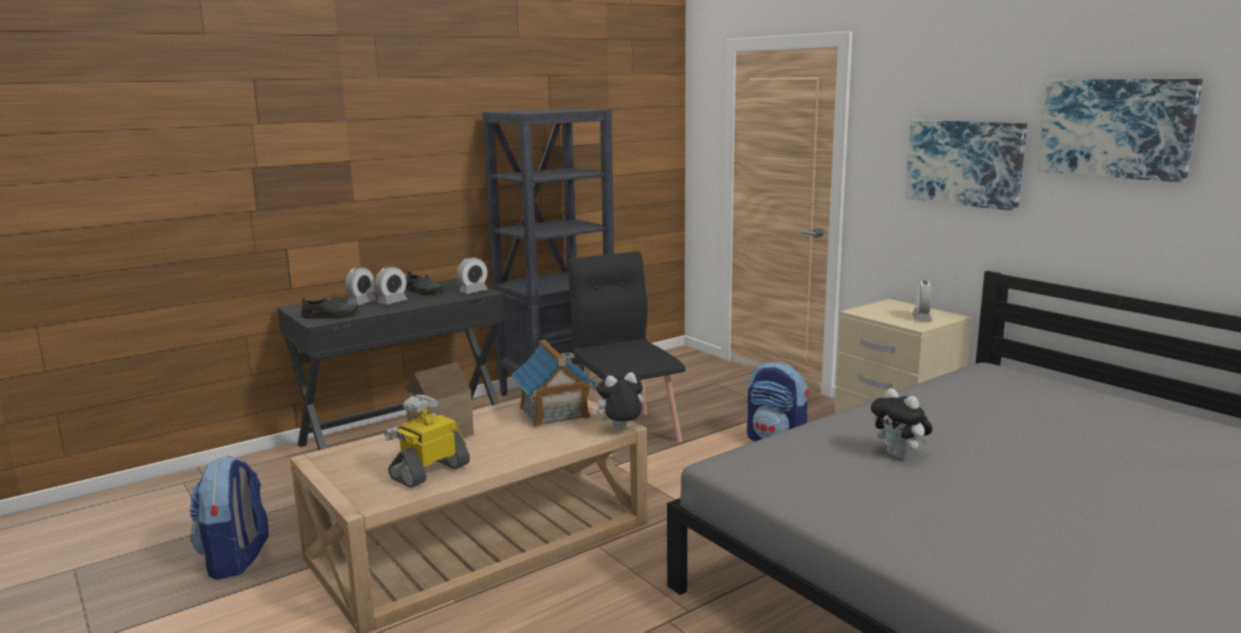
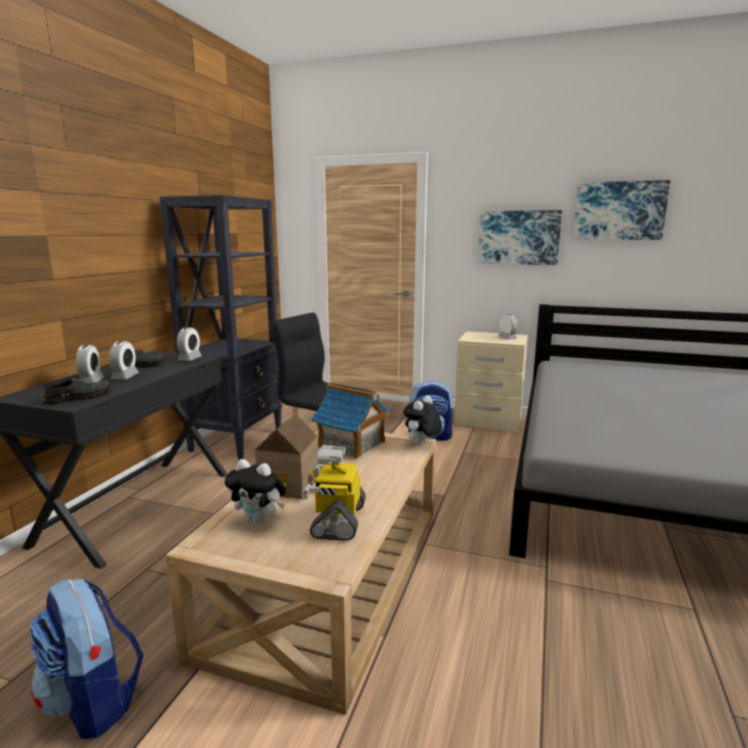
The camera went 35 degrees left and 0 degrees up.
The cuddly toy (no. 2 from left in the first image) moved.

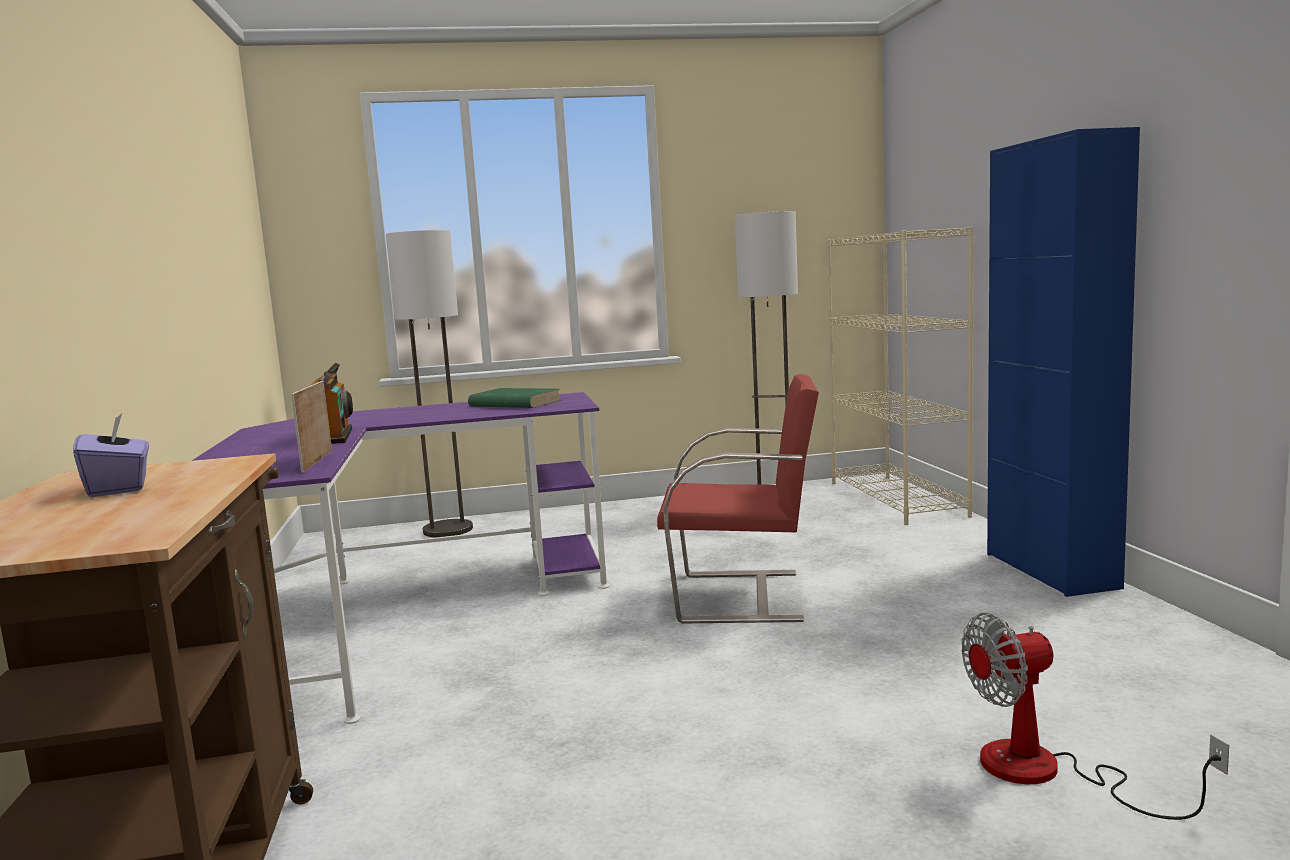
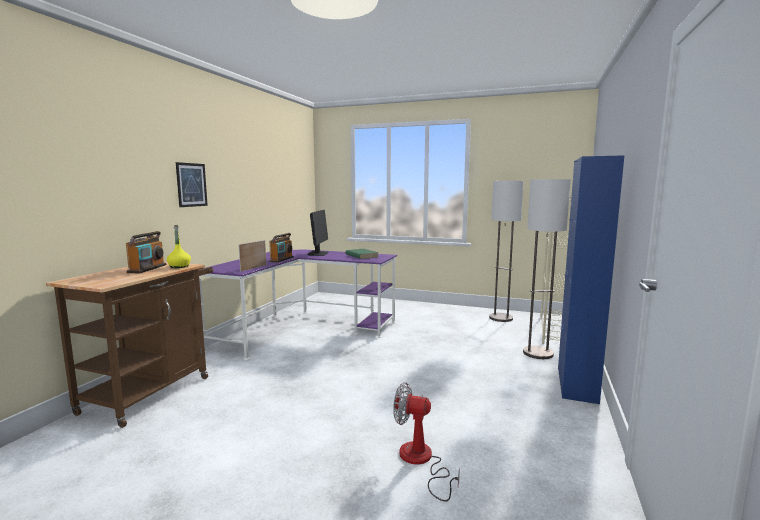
The camera went 30 degrees right and 0 degrees up.
The red-coloured plain chair disappeared.
The yellow drink bottle appeared.
The wall art appeared.
The computer screen appeared.
The floor lamp (no. 1 from left in the first image) moved.
The purplish box of tissues was replaced by the radio receiver (no. 1 from left).

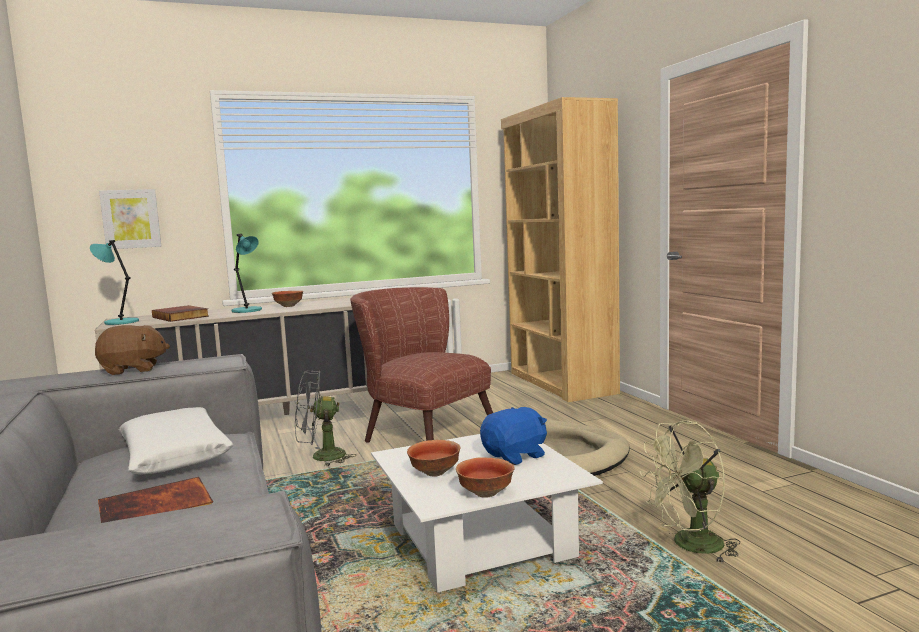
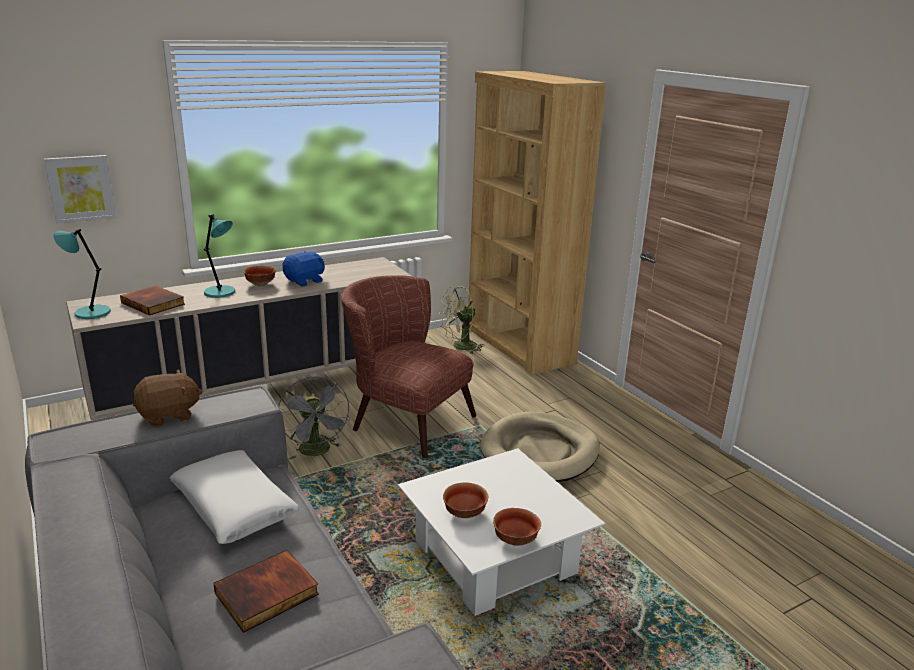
The camera went 10 degrees left and 15 degrees up.
The bluish cuddly toy moved.
The green-coloured cooling fan moved.
The grey cooling fan turned 90 degrees counterclockwise.

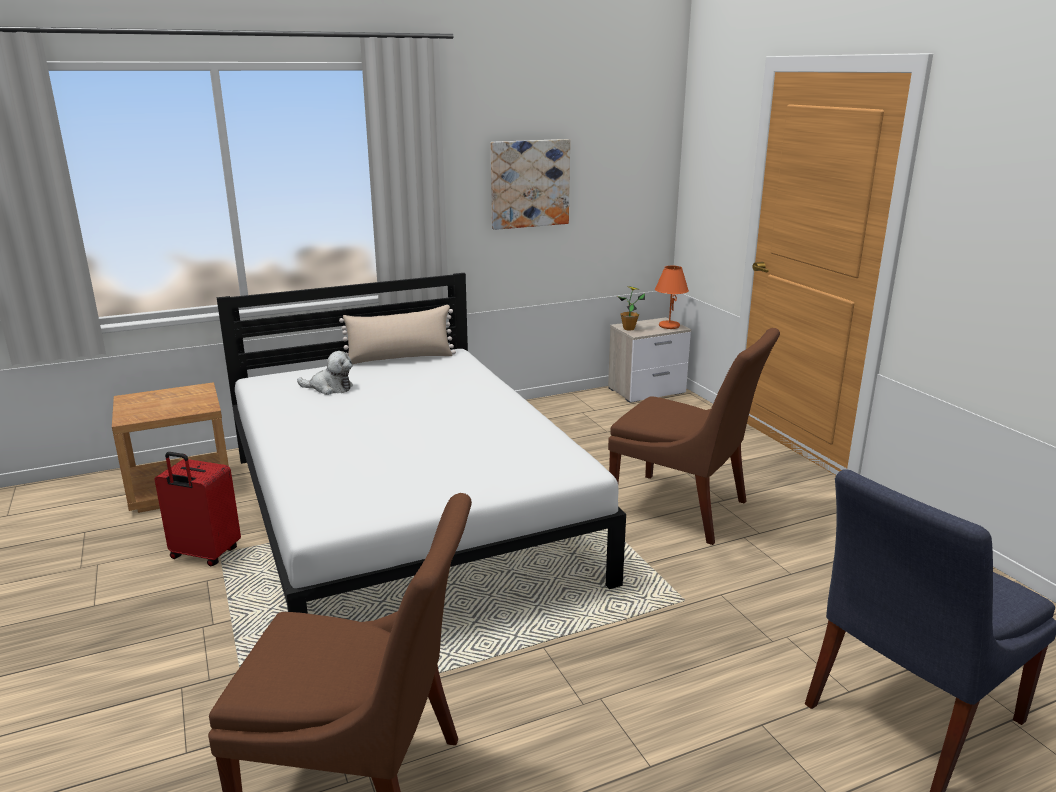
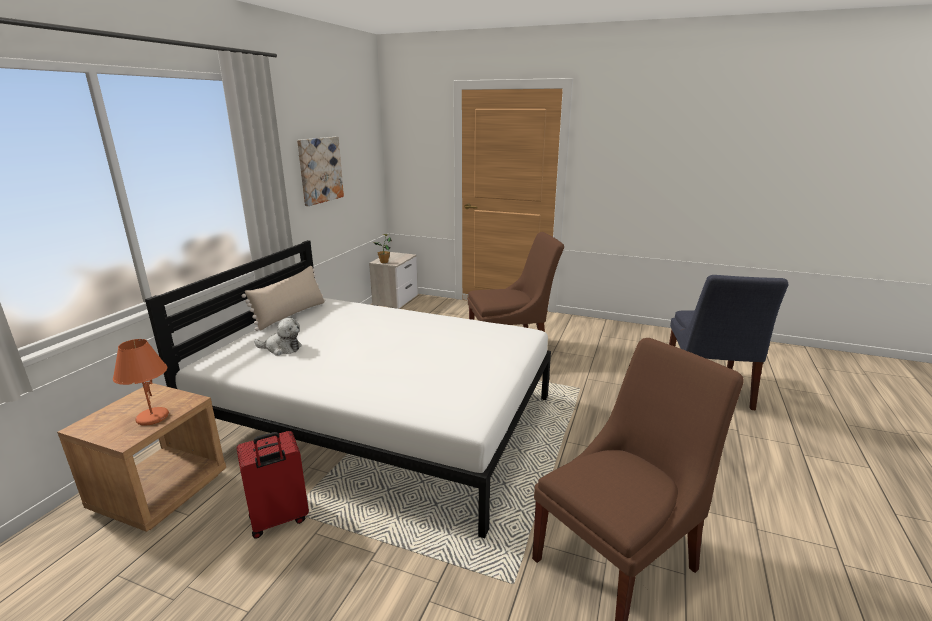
The camera went 45 degrees left and 0 degrees up.
The orange-coloured table lamp moved.
The cuddly toy turned 45 degrees clockwise.

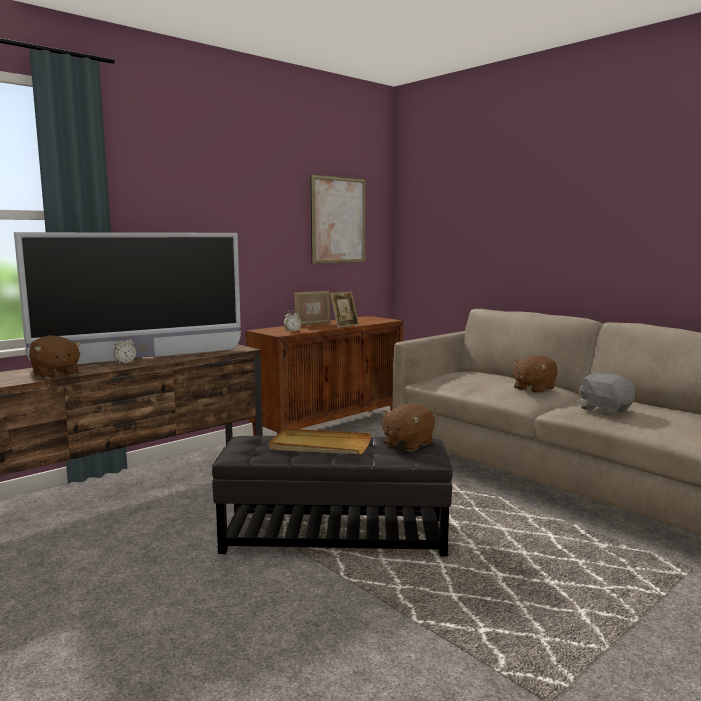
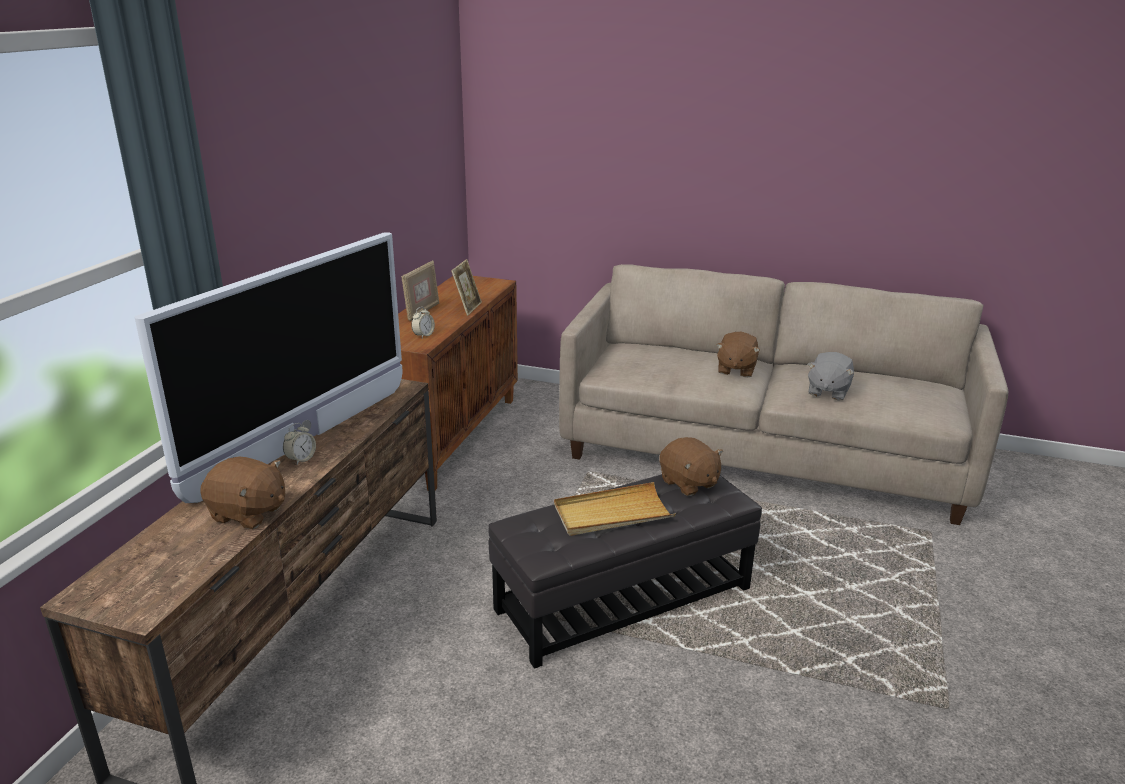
The camera went 30 degrees left and 15 degrees up.
The wall art disappeared.
The brownish cuddly toy (no. 2 from left) turned 45 degrees counterclockwise.
The grey cuddly toy turned 90 degrees counterclockwise.

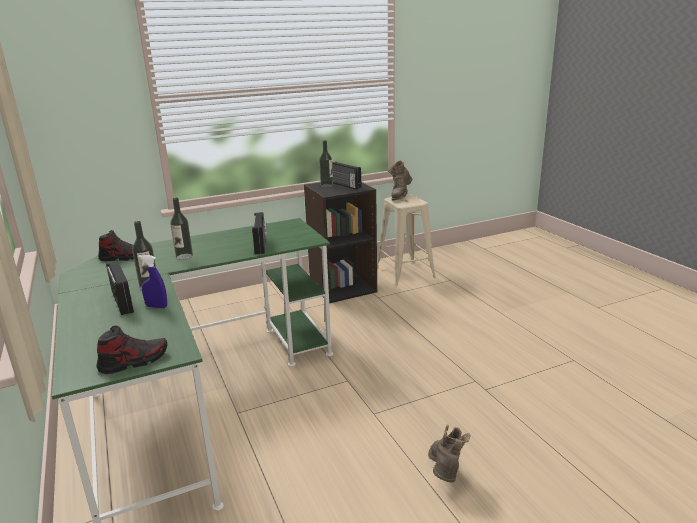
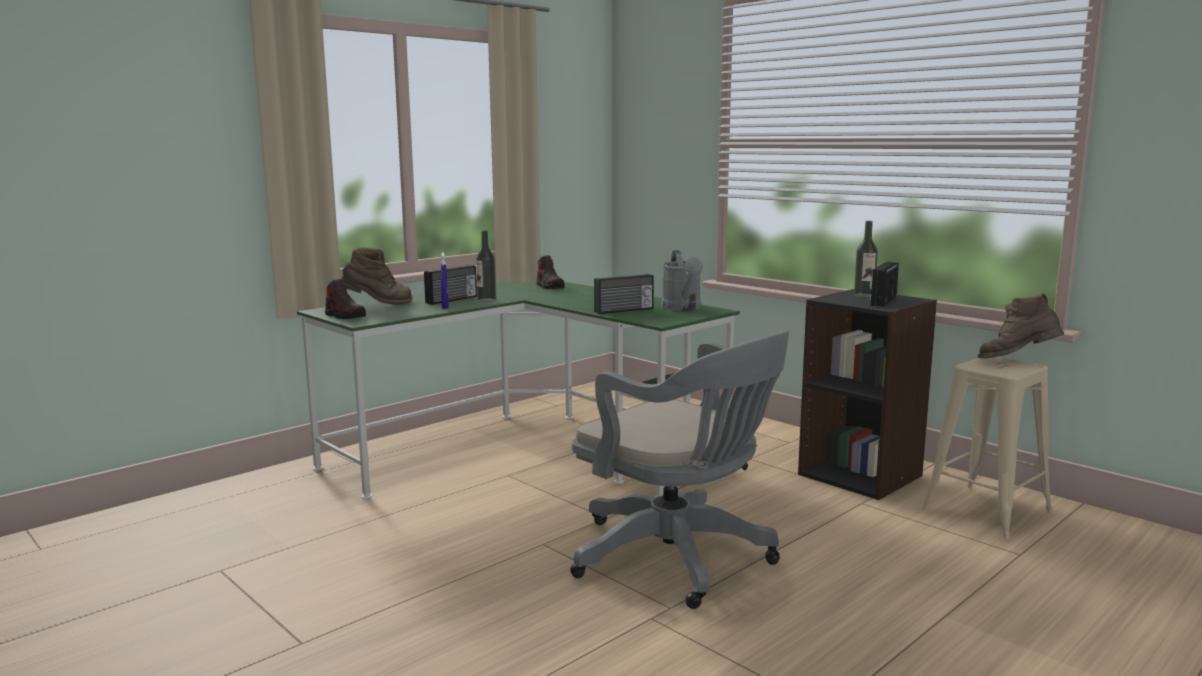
The camera went 70 degrees right and 10 degrees down.
The drink bottle (no. 2 from left) disappeared.
The grey desk chair appeared.
The grey watering can appeared.
The brownish boot (no. 2 from left in the first image) moved.

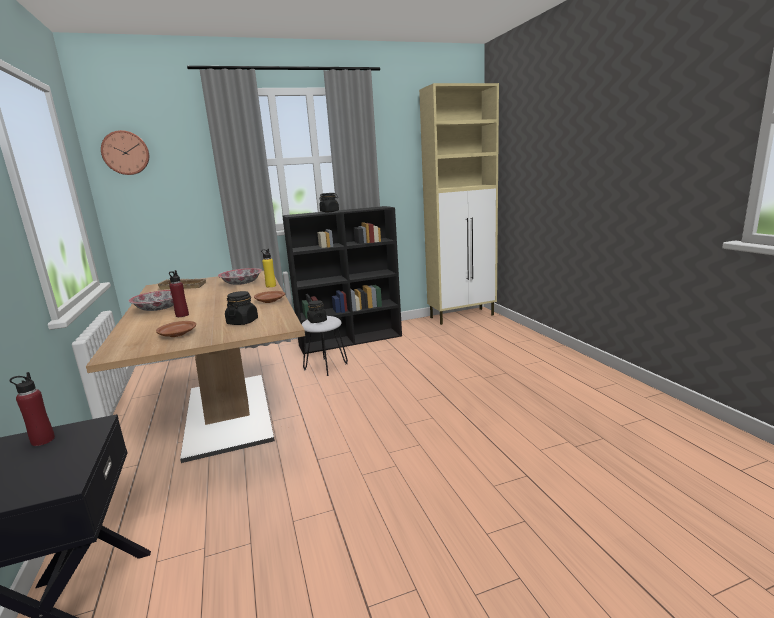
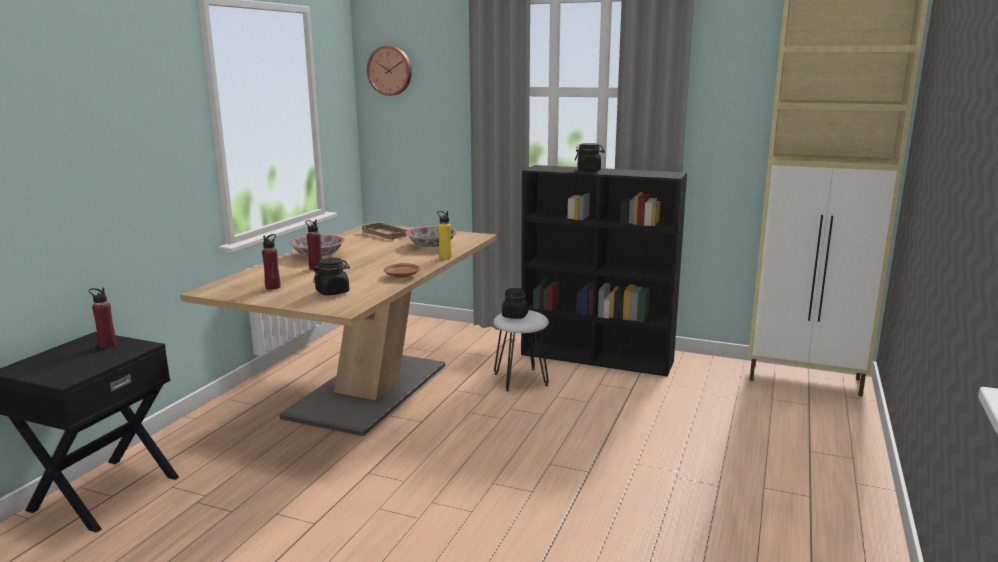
The camera went 40 degrees right and 0 degrees up.
The brownish flat dish (no. 1 from left) was replaced by the red-coloured drink bottle (no. 2 from left).

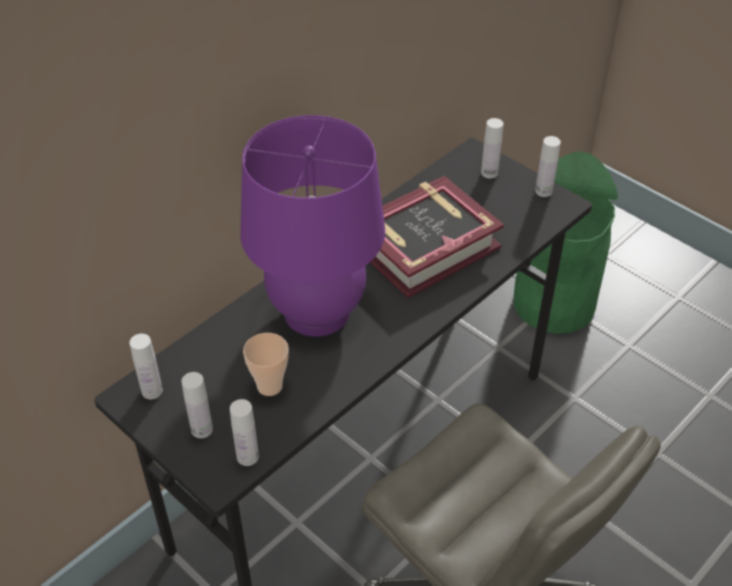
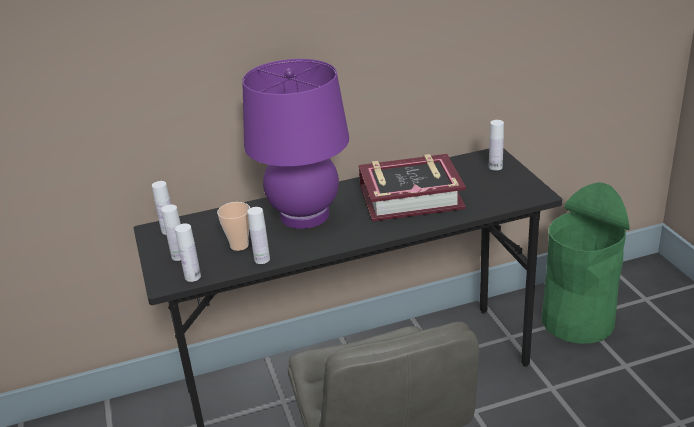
The camera went 30 degrees right and 15 degrees down.
The white drink bottle (no. 5 from left in the first image) moved.

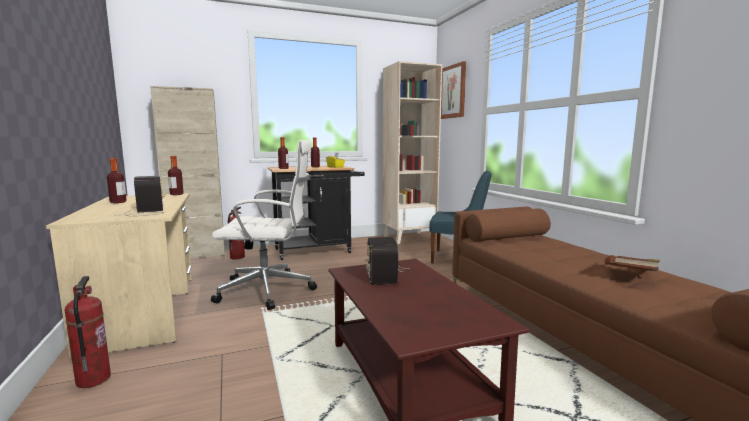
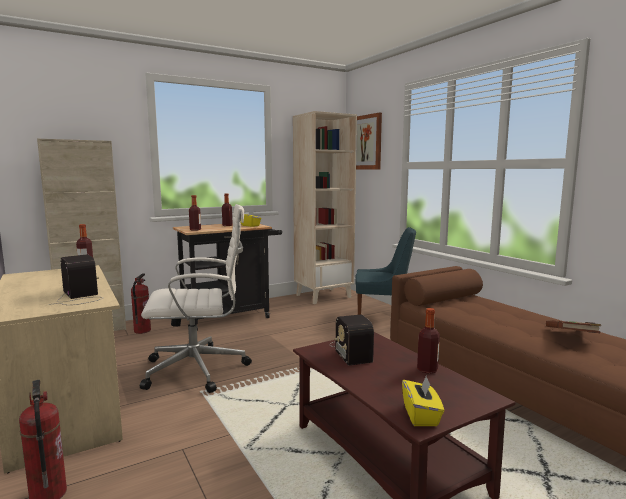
The camera went 10 degrees left and 0 degrees up.
The yellow box of tissues (no. 2 from left) appeared.
The drink bottle (no. 1 from left in the first image) moved.

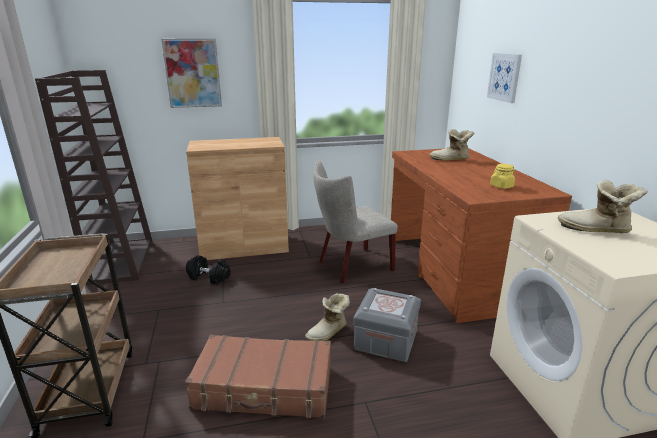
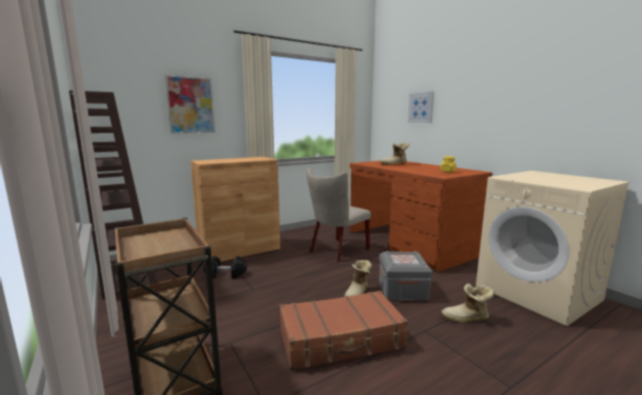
The camera went 20 degrees left and 10 degrees down.
The boot (no. 3 from left) moved.

